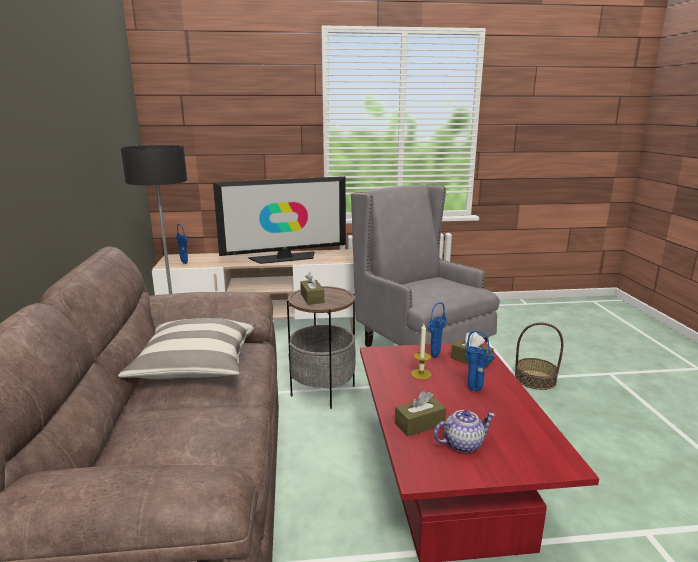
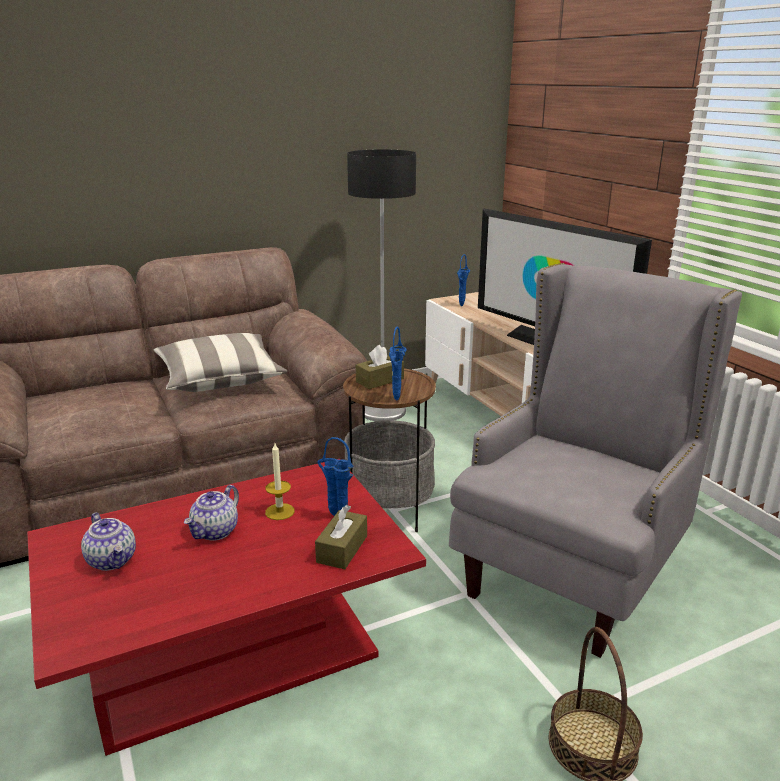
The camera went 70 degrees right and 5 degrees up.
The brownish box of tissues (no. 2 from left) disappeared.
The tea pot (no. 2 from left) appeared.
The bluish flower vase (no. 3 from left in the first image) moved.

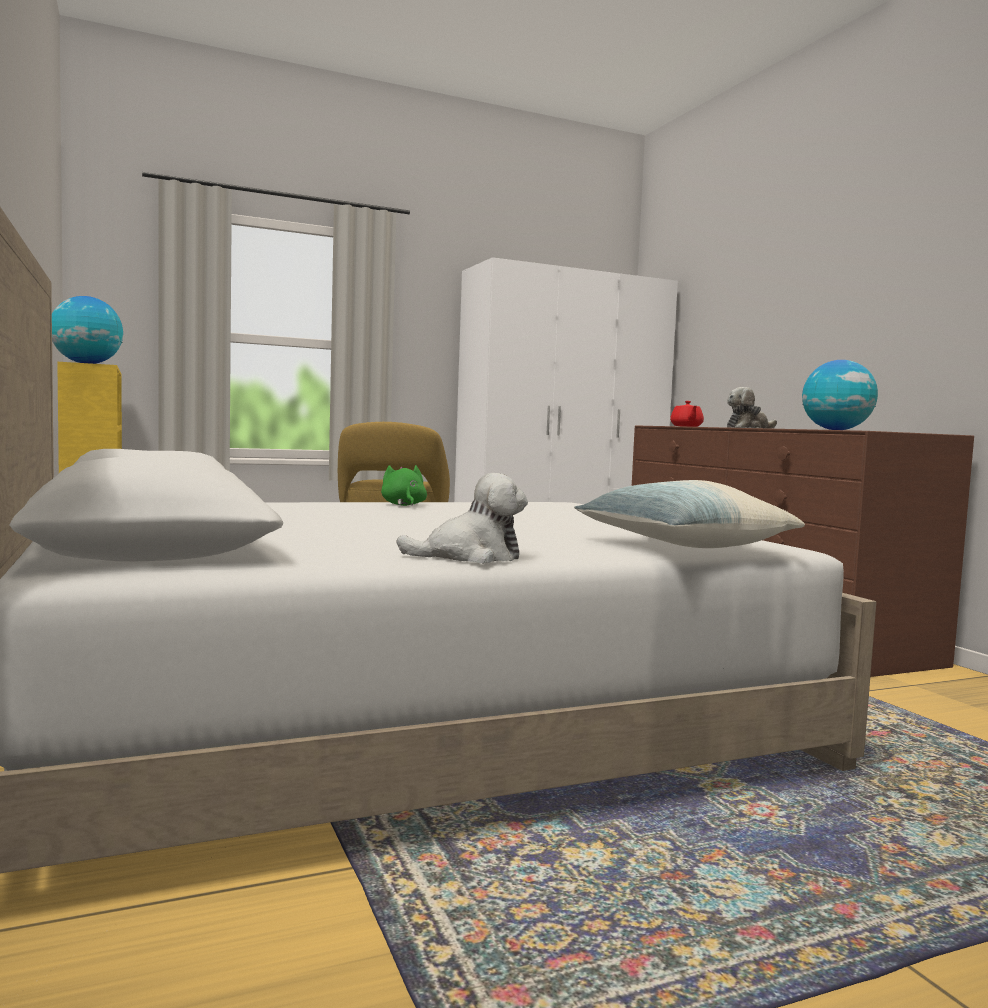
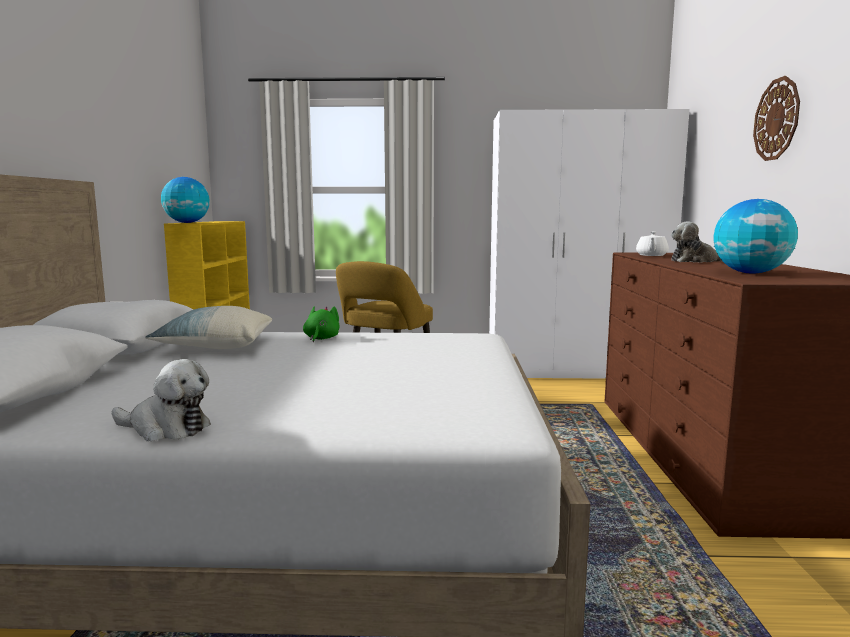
The camera went 25 degrees right and 5 degrees up.
The hanging clock appeared.
The cushion moved.
The red-coloured tea pot became the white tea pot.

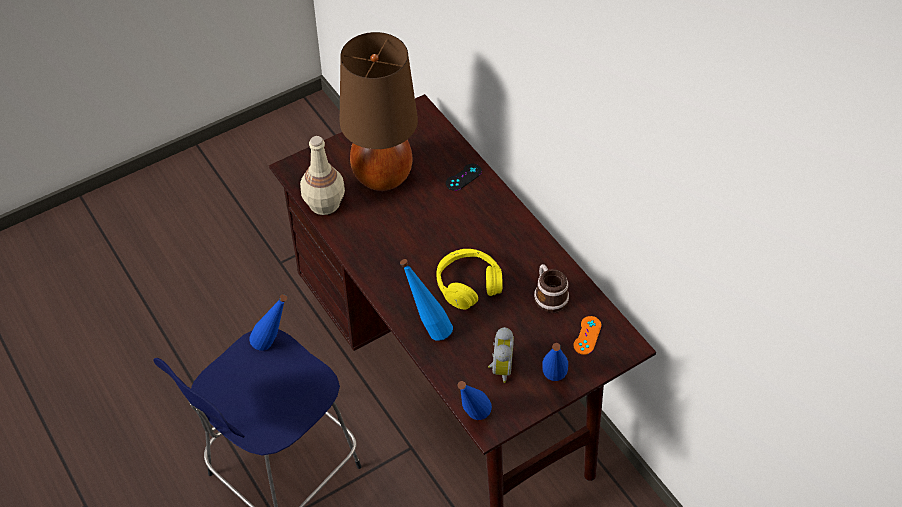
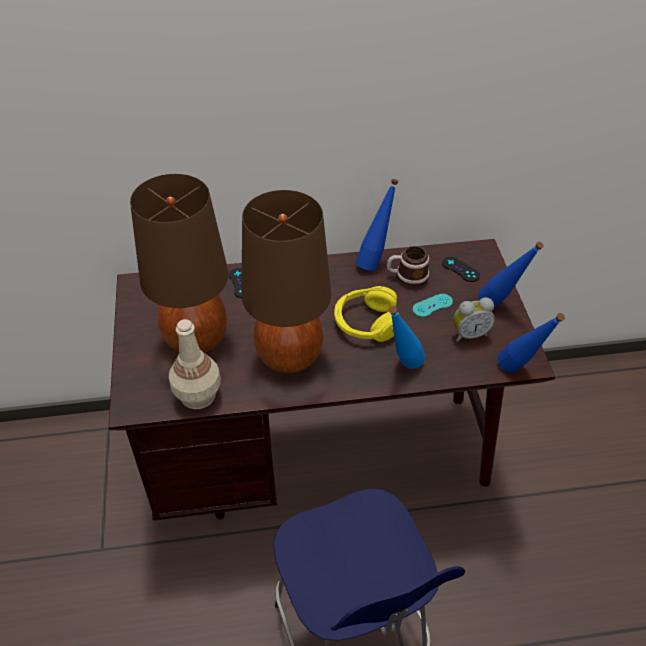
The camera went 65 degrees left and 5 degrees down.
The brownish table lamp (no. 2 from left) appeared.
The turquoise gamepad appeared.
The bluish drink bottle (no. 1 from left) moved.
The orange-coloured gamepad became the black-coloured gamepad (no. 2 from left).
The bedside clock turned 135 degrees clockwise.

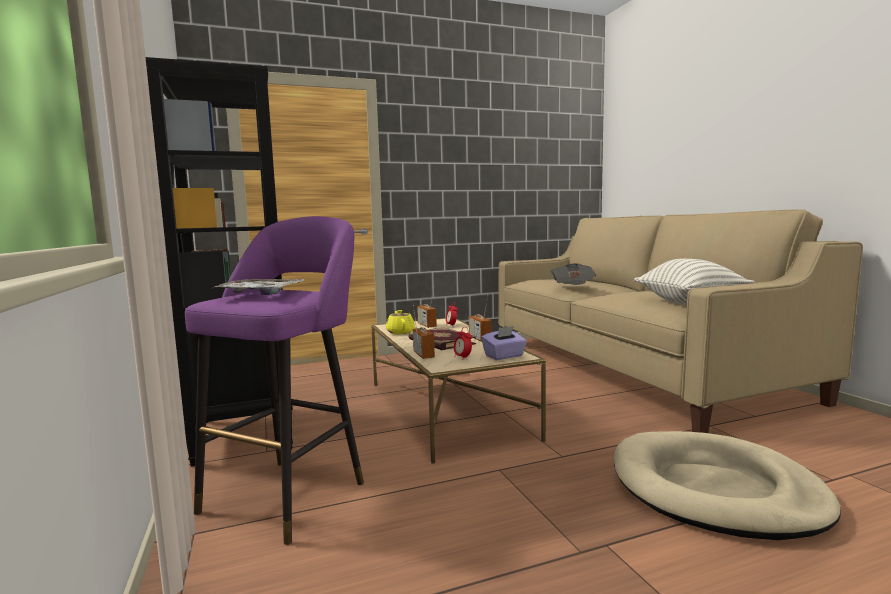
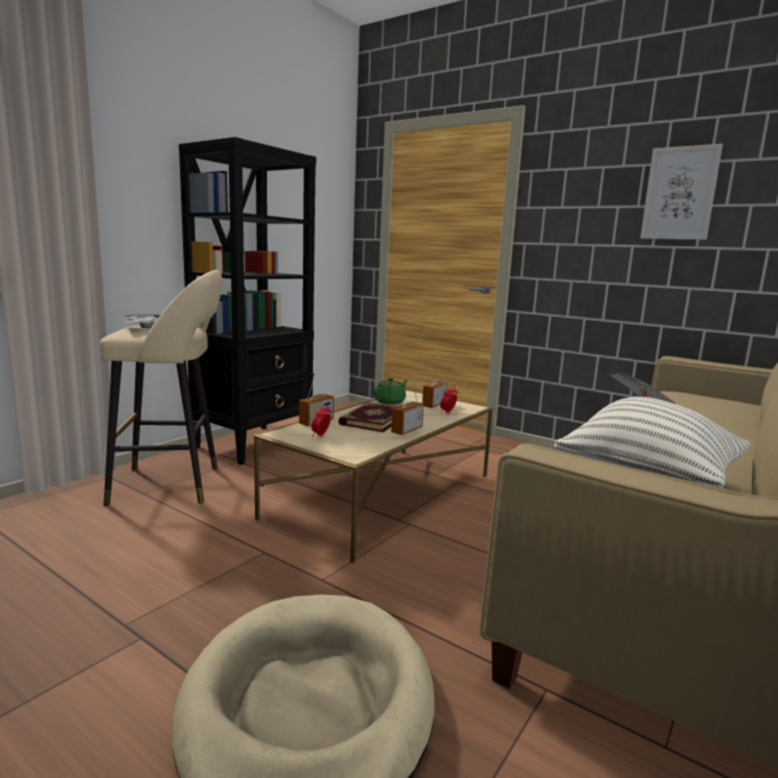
The camera went 55 degrees right and 5 degrees up.
The purplish box of tissues disappeared.
The wall art appeared.
The purplish sitting stool became the beige sitting stool.
The yellow tea pot became the green-coloured tea pot.

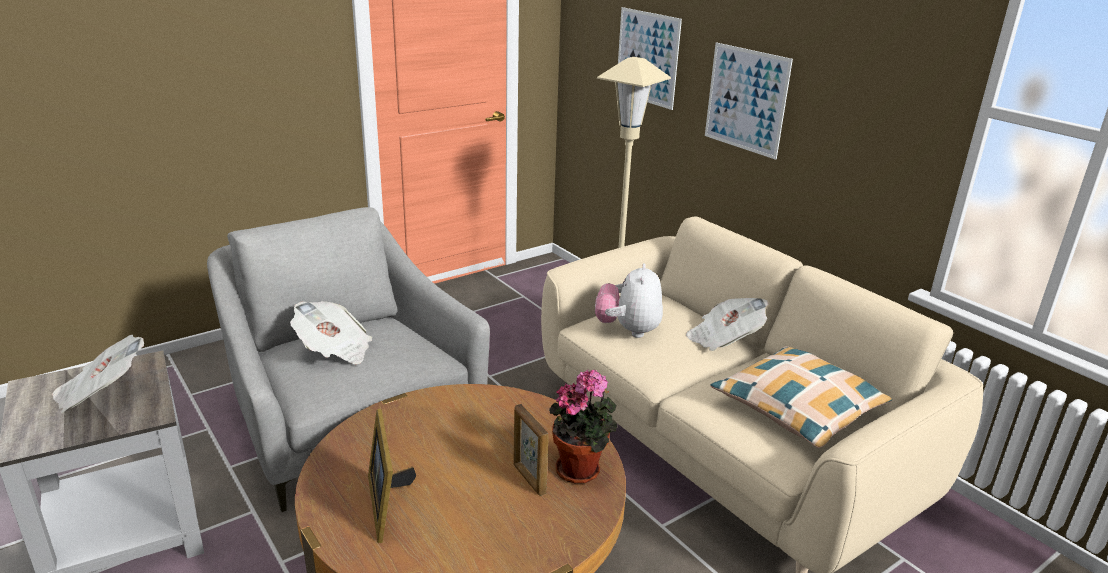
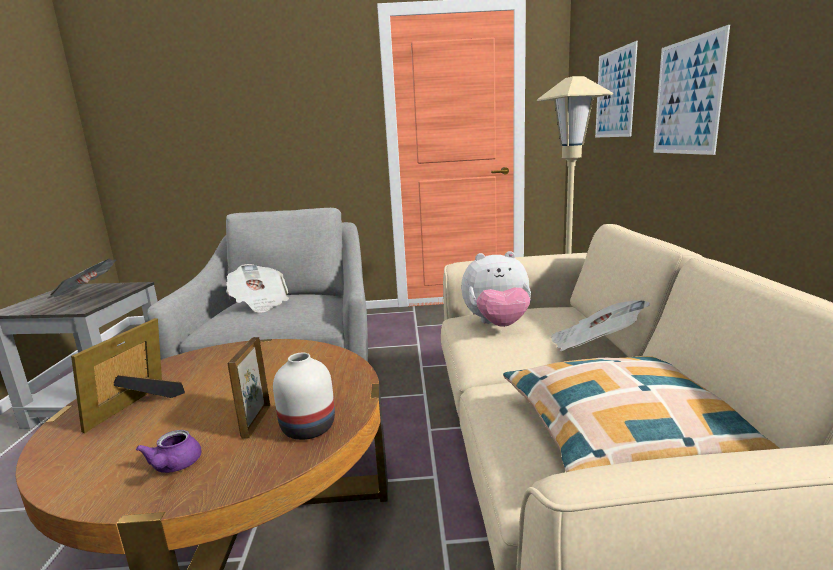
The camera went 35 degrees right and 10 degrees down.
The purplish tea pot appeared.
The plant in a pot was replaced by the white flower vase.
The cuddly toy turned 135 degrees counterclockwise.

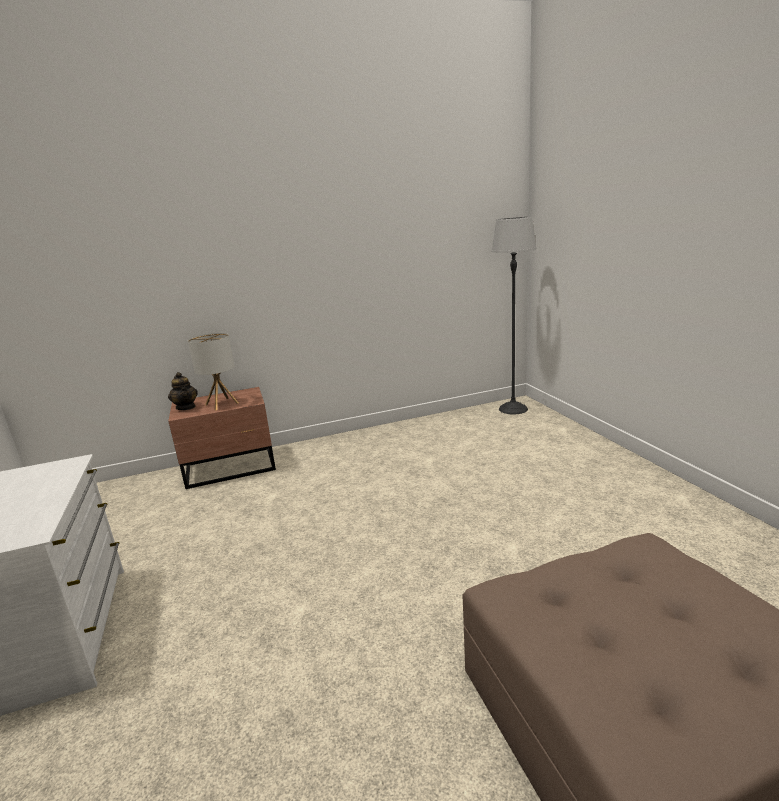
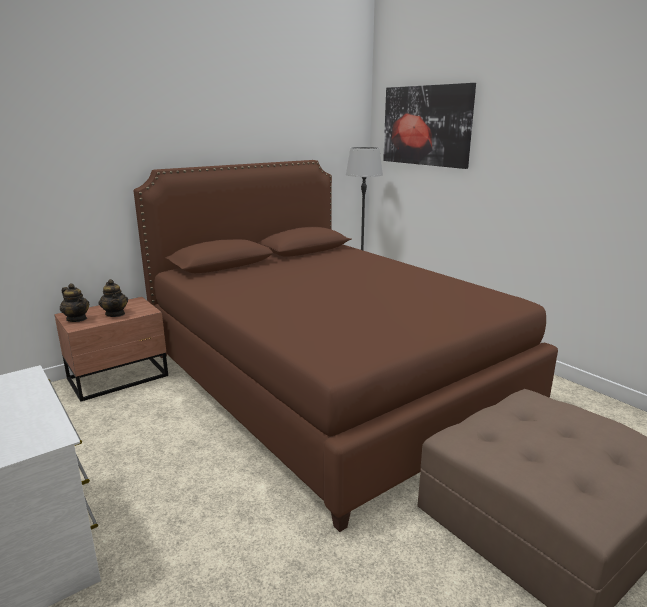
The camera went 20 degrees left and 0 degrees up.
The brownish bedroom bed appeared.
The wall art appeared.
The table lamp was replaced by the tea pot (no. 2 from left).

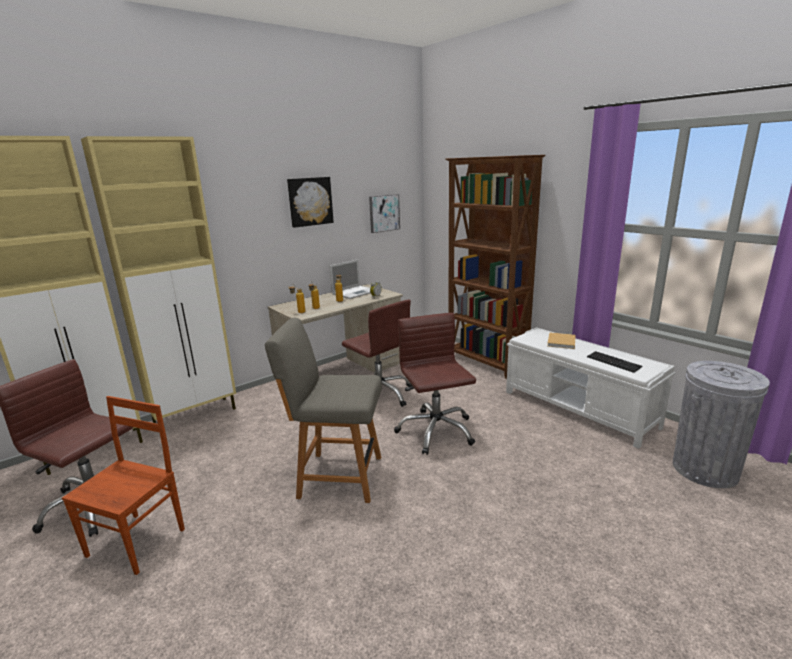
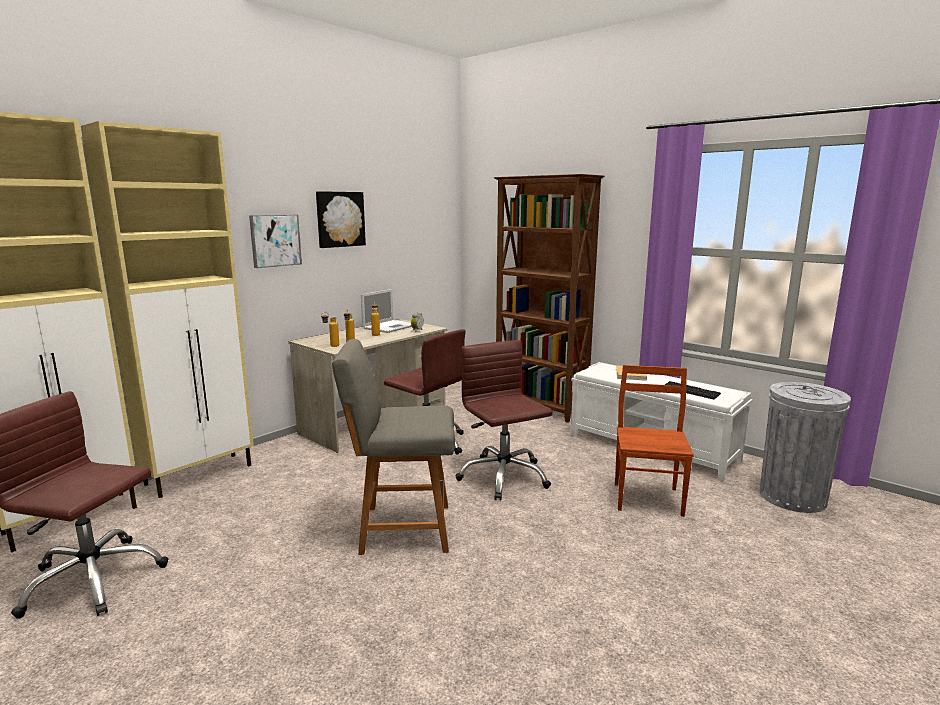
The camera went 10 degrees left and 5 degrees down.
The brownish plain chair moved.
The wall art (no. 2 from left in the first image) moved.

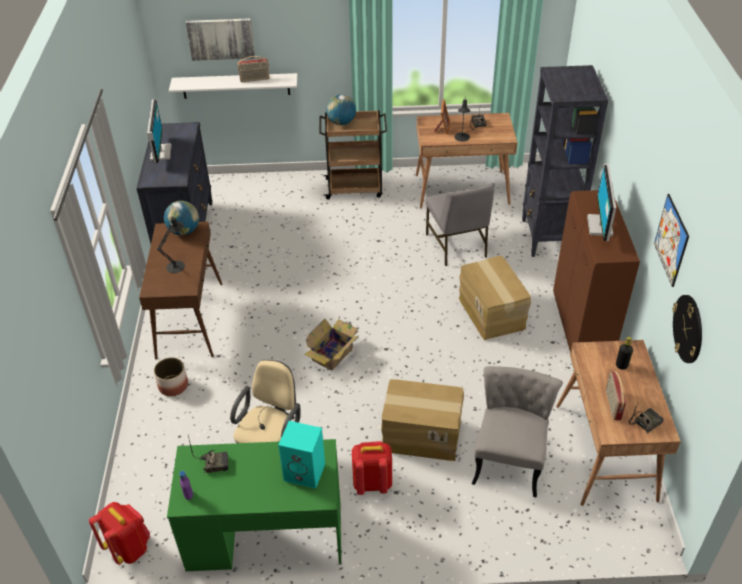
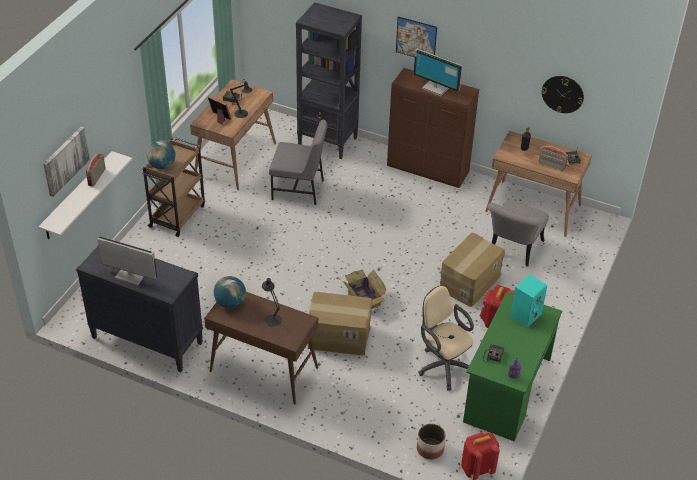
The camera went 65 degrees left and 0 degrees up.
The planter moved.
The carton (no. 3 from left in the first image) moved.
The wall art (no. 2 from left) moved.
The grey plain chair (no. 2 from left) turned 105 degrees counterclockwise.

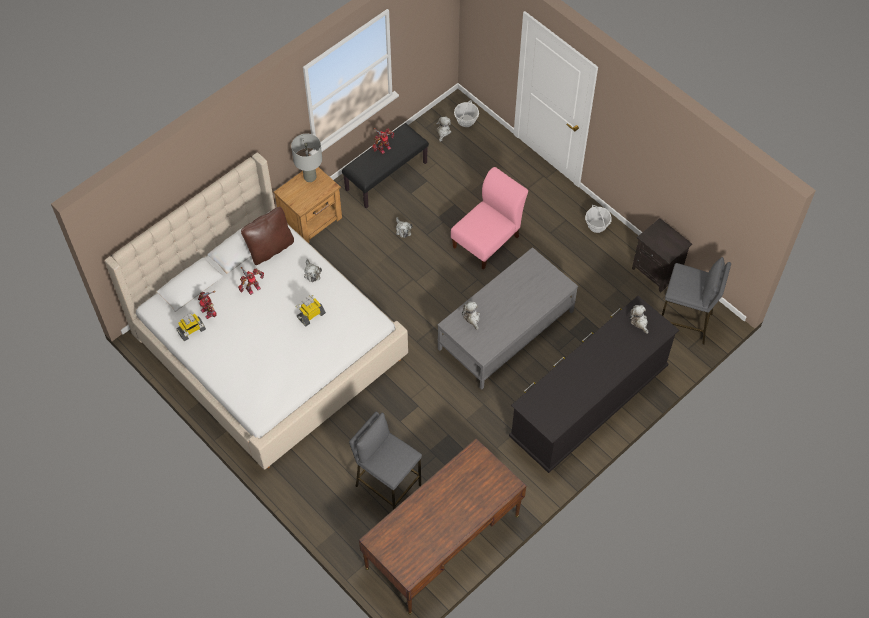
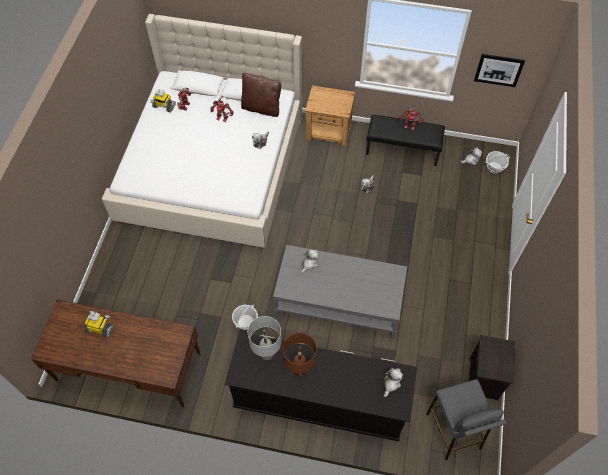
The camera went 55 degrees right and 0 degrees up.
The grey sitting stool (no. 1 from left) disappeared.
The pinkish plain chair disappeared.
The brownish table lamp appeared.
The wall art appeared.
The grey table lamp moved.
The toy robot (no. 4 from left in the first image) moved.
The storage basket (no. 2 from left in the first image) moved.

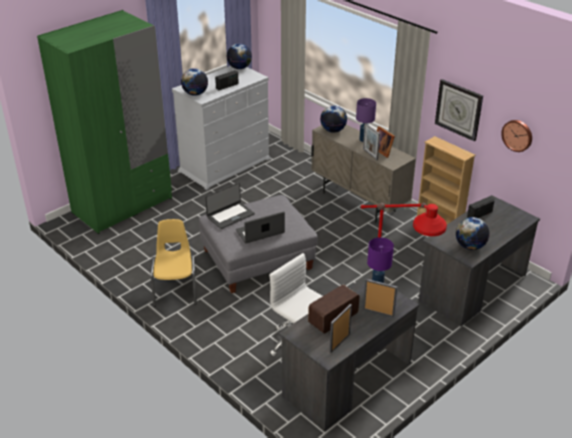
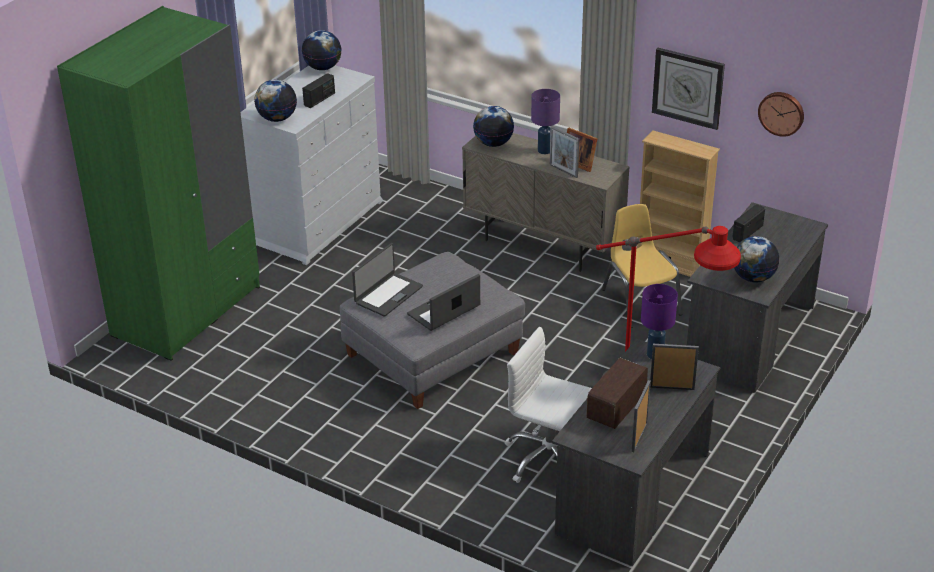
The camera went 15 degrees left and 0 degrees up.
The yellow plain chair moved.

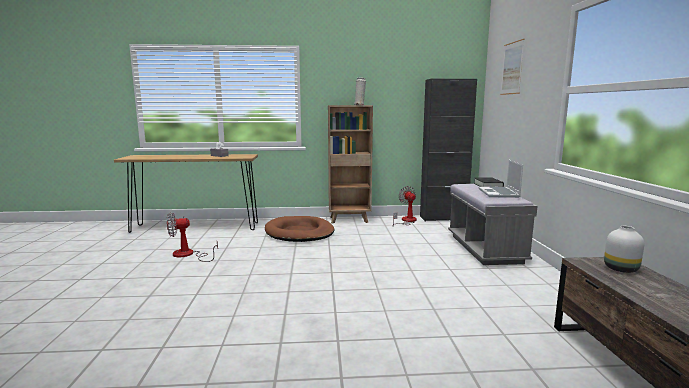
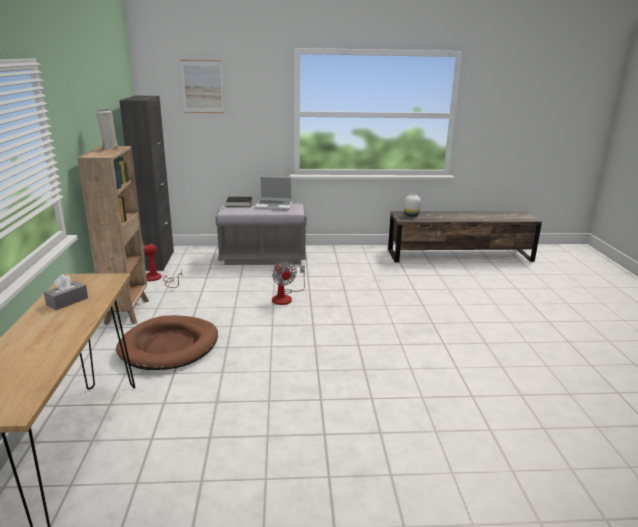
The camera went 90 degrees left and 10 degrees up.
The cooling fan (no. 1 from left in the first image) moved.

